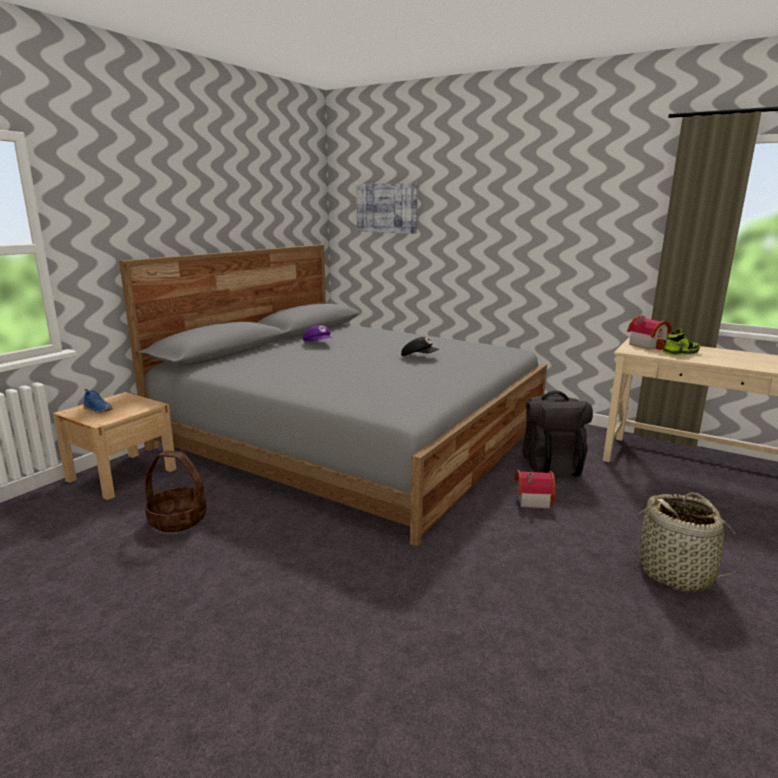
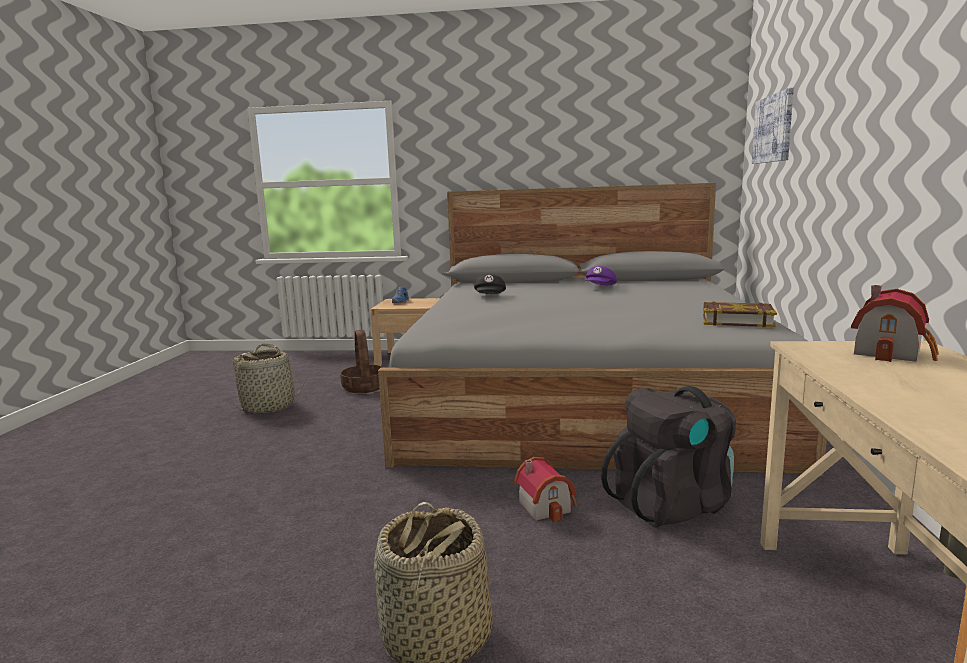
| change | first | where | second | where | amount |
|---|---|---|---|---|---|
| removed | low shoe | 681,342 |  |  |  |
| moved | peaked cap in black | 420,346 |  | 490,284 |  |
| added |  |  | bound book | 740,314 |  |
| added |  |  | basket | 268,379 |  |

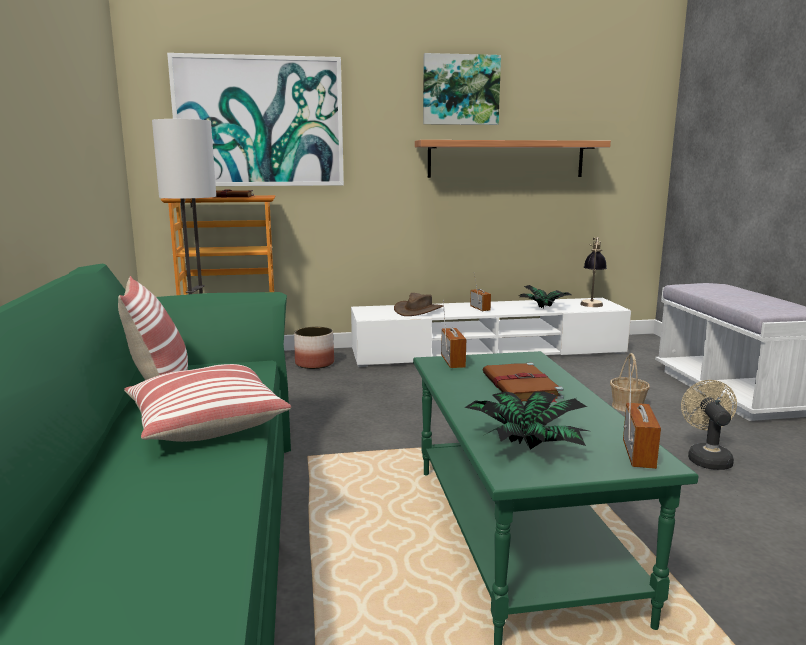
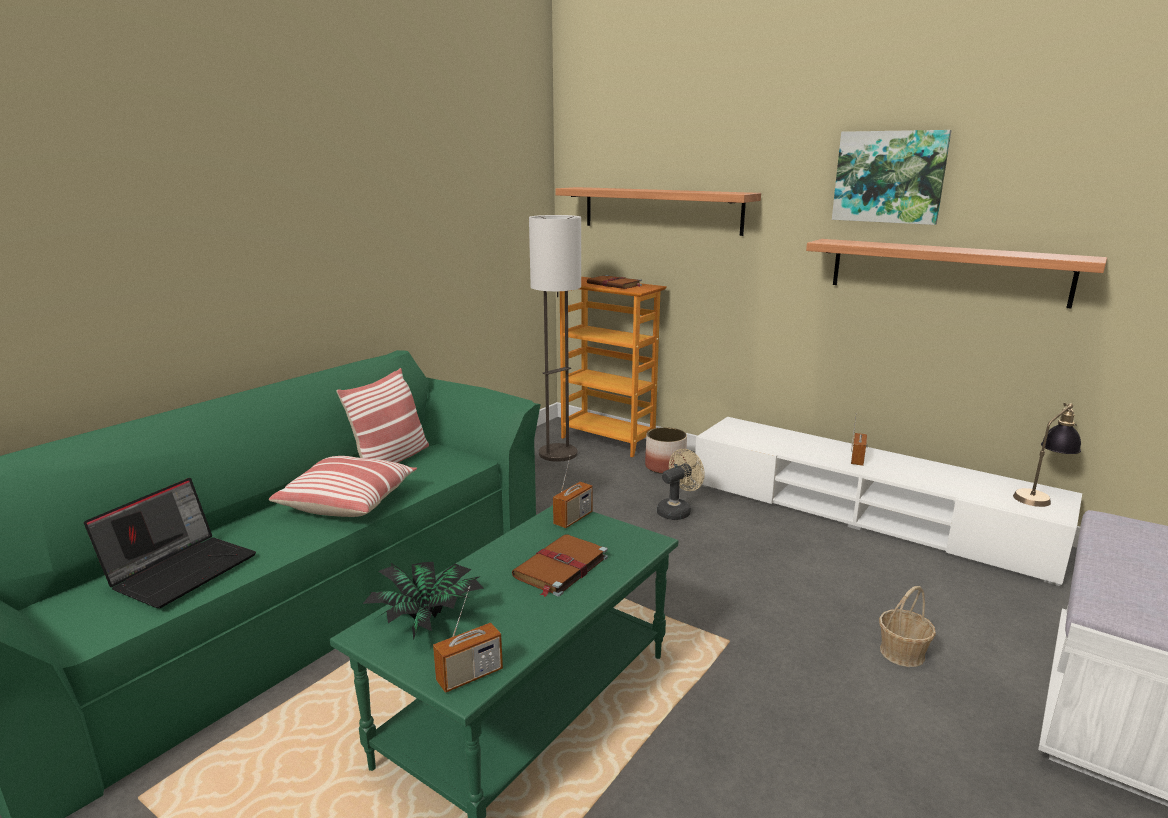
| change | first | where | second | where | amount |
|---|---|---|---|---|---|
| replaced | picture | 255,119 | wall shelf | 658,211 |  |
| removed | plant in a pot | 545,296 |  |  |  |
| removed | clothing hat in brown | 418,304 |  |  |  |
| moved | fan in beige-coloured | 709,425 |  | 681,484 |  |
| added |  |  | notebook computer | 170,543 |  |

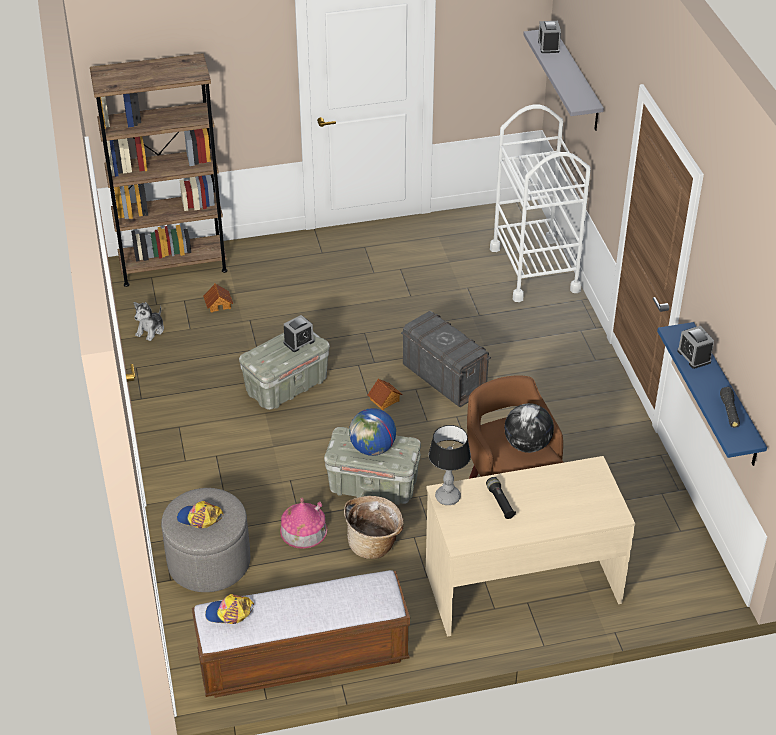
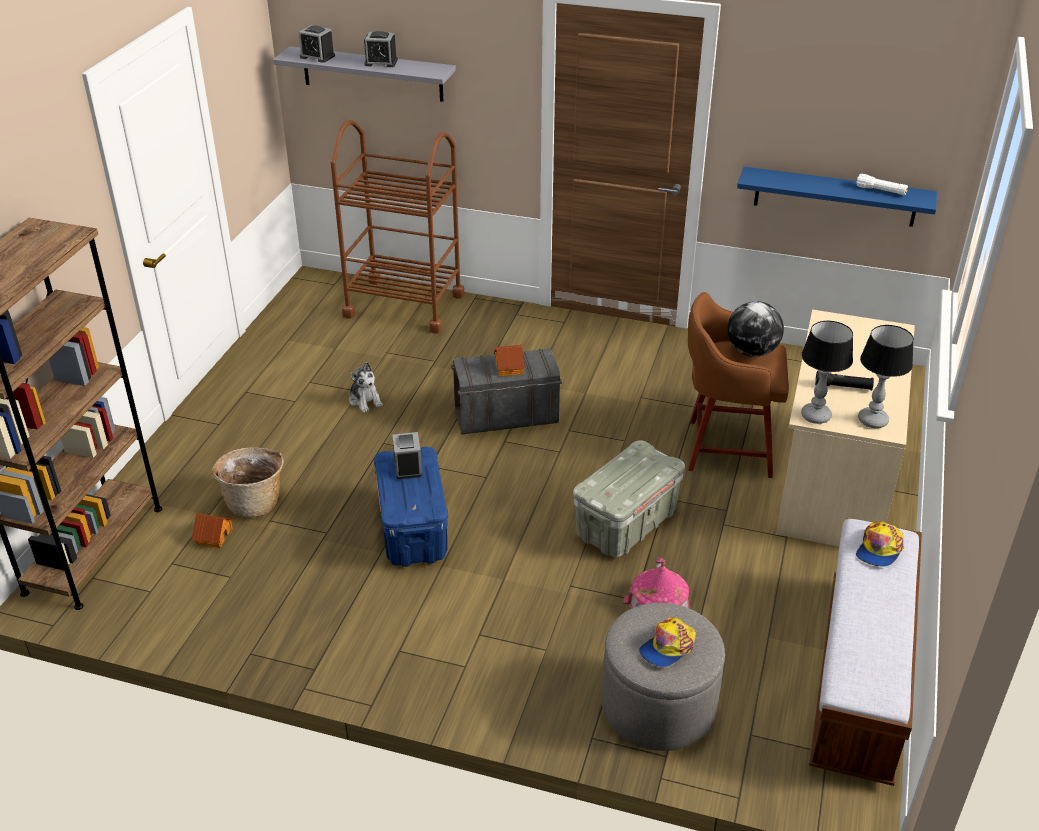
| change | first | where | second | where | amount |
|---|---|---|---|---|---|
| recoloured | cart in white-coloured | 540,203 | cart in brown | 397,227 |  |
| moved | plush toy | 149,321 |  | 366,387 |  |
| moved | bedside clock | 695,347 |  | 381,49 |  |
| recoloured | storage container in grey | 284,371 | storage container in blue-coloured | 411,507 |  |
| moved | toy house | 385,394 |  | 509,360 |  |
| recoloured | hand torch in black | 730,407 | hand torch in white-coloured | 882,184 |  |
| removed | desk globe | 372,432 |  |  |  |
| moved | basket | 374,527 |  | 248,482 |  |
| moved | peaked cap | 229,609 |  | 880,544 |  |
| added |  |  | table lamp | 886,376 |  |

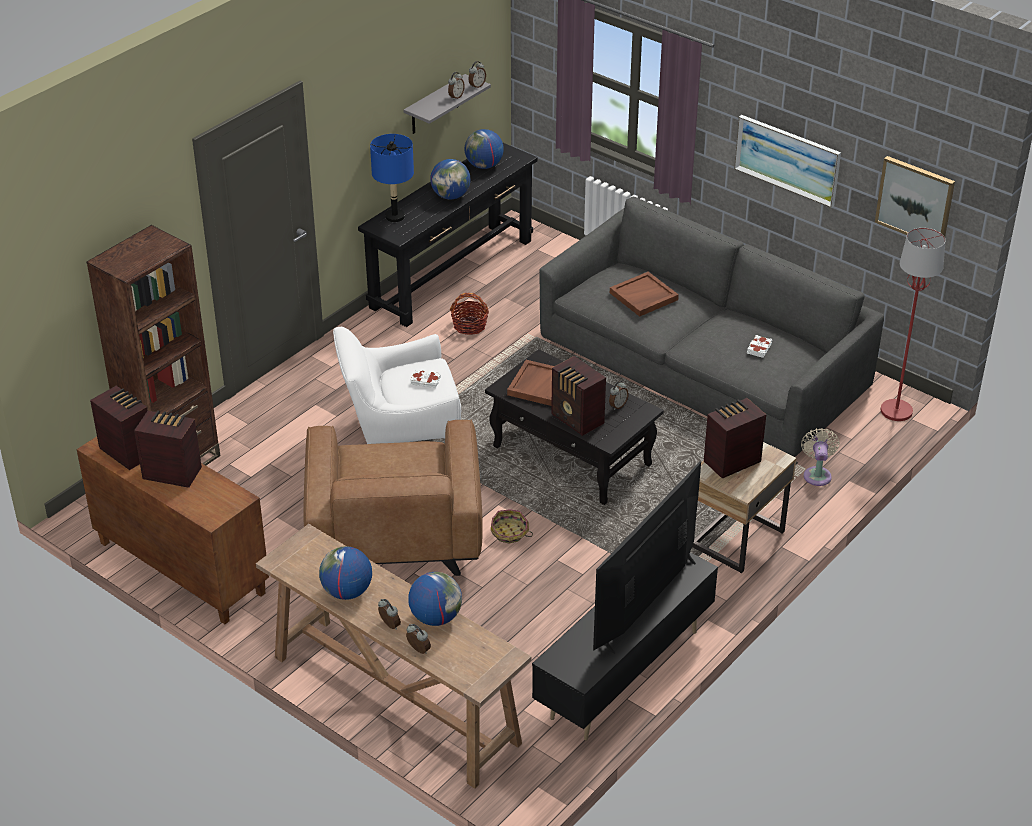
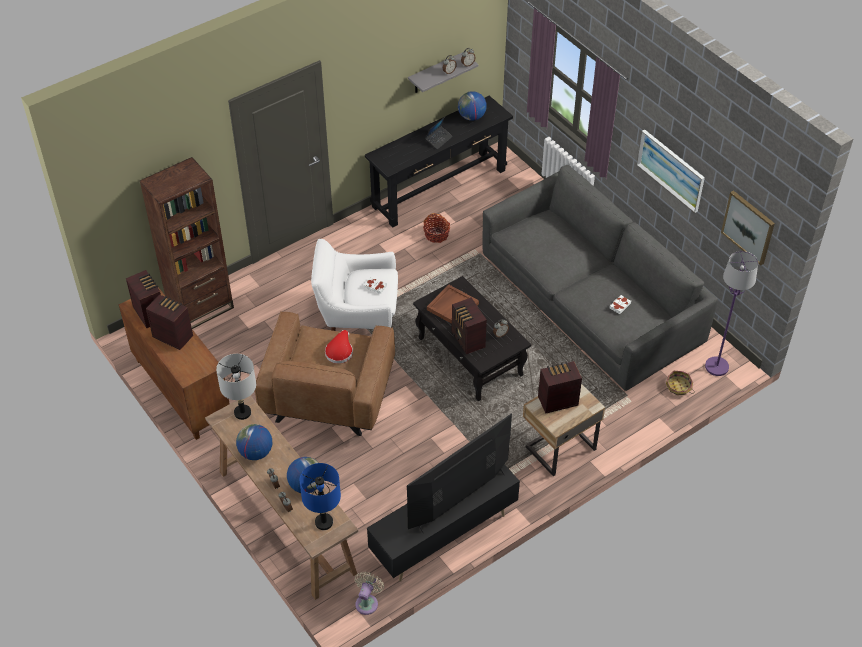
| change | first | where | second | where | amount |
|---|---|---|---|---|---|
| moved | table lamp in blue-coloured | 392,178 |  | 320,496 |  |
| replaced | desk globe | 450,179 | notebook computer | 439,133 |  |
| recoloured | standard lamp in red-coloured | 913,324 | standard lamp in purple | 731,313 |  |
| removed | tray in brown | 644,294 |  |  |  |
| moved | fan in beige-coloured | 820,457 |  | 369,593 |  |
| moved | basket | 512,526 |  | 680,383 |  |
| added |  |  | clothing hat in red-coloured | 339,347 |  |
| added |  |  | table lamp in grey | 236,387 |  |

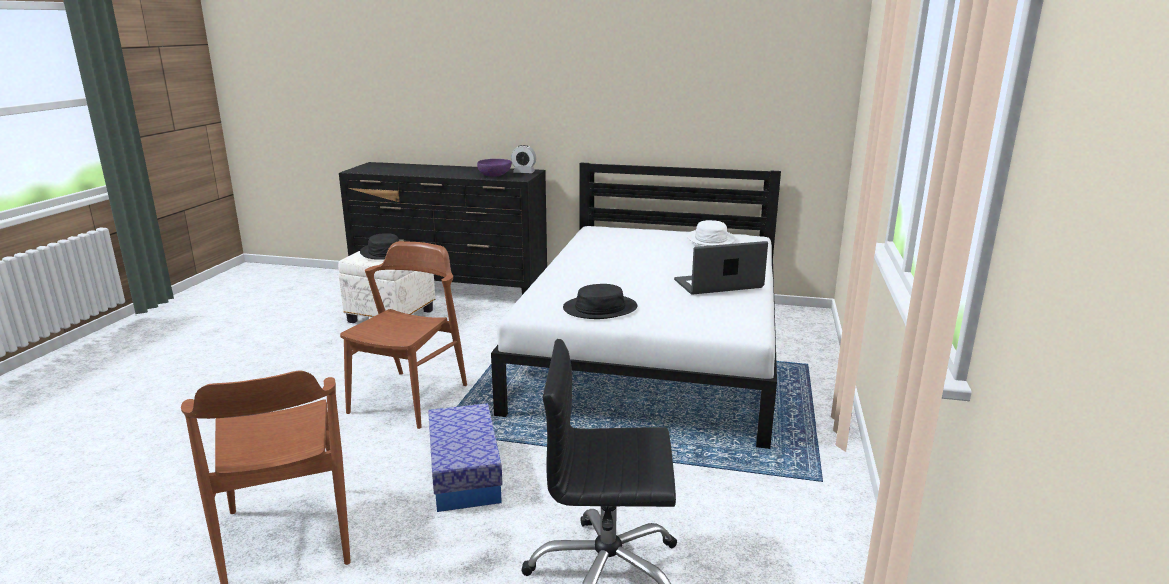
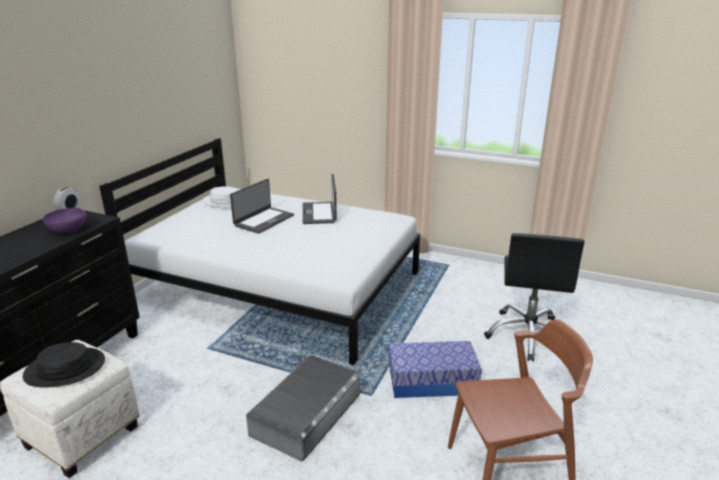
| change | first | where | second | where | amount |
|---|---|---|---|---|---|
| replaced | plain chair in brown | 403,335 | storage container in grey | 303,408 |  |
| removed | clothing hat in black | 600,301 |  |  |  |
| added |  |  | notebook computer | 262,206 |  |

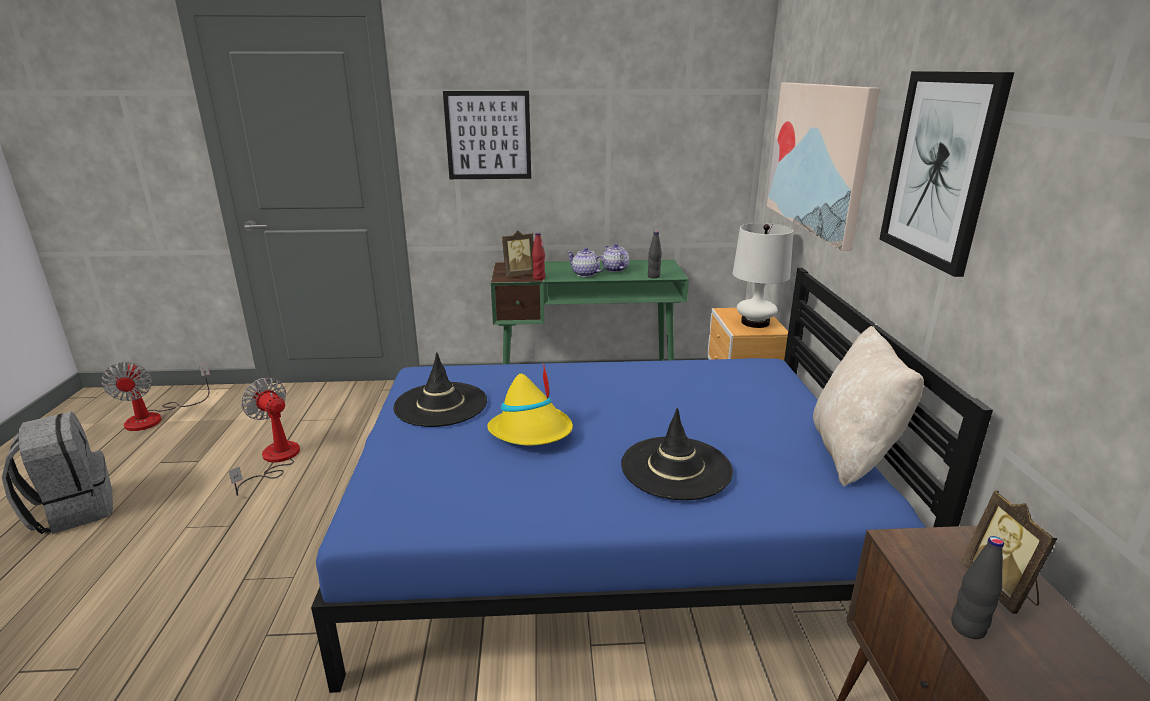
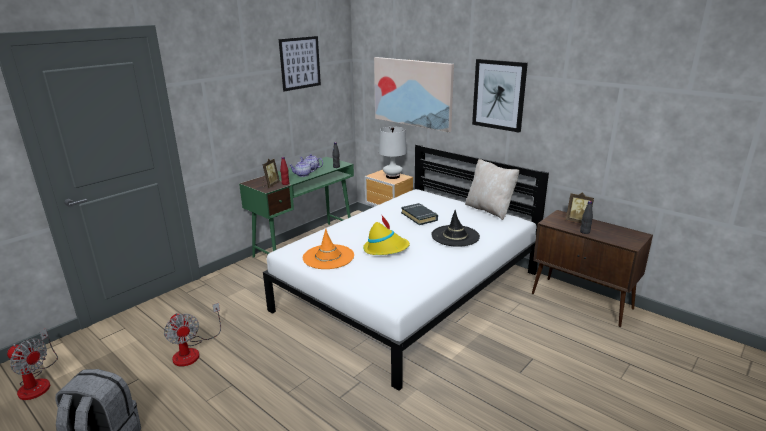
| change | first | where | second | where | amount |
|---|---|---|---|---|---|
| moved | picture | 487,135 |  | 300,63 |  |
| recoloured | bed in blue-coloured | 652,480 | bed in white-coloured | 406,267 |  |
| recoloured | clothing hat in black | 440,389 | clothing hat in orange | 328,248 |  |
| turned | fan | 264,437 |  | 192,334 | 120 degrees counterclockwise |
| added |  |  | bound book in black | 419,214 |  |

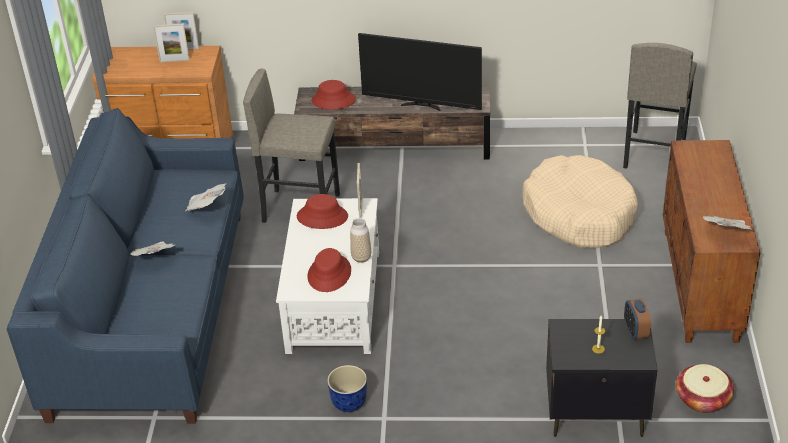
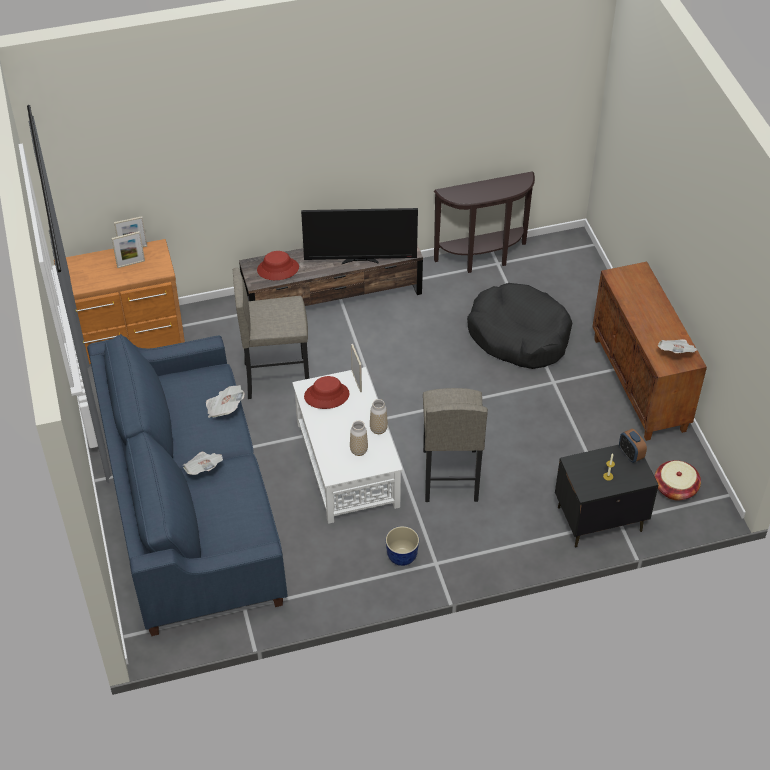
| change | first | where | second | where | amount |
|---|---|---|---|---|---|
| moved | stool in grey | 660,106 |  | 455,445 |  |
| recoloured | dog cushion in beige-coloured | 580,201 | dog cushion in black | 519,326 |  |
| replaced | clothing hat in red-coloured | 329,270 | decorative vase | 359,438 |  |
| added |  |  | narrow table in brown | 484,222 |  |

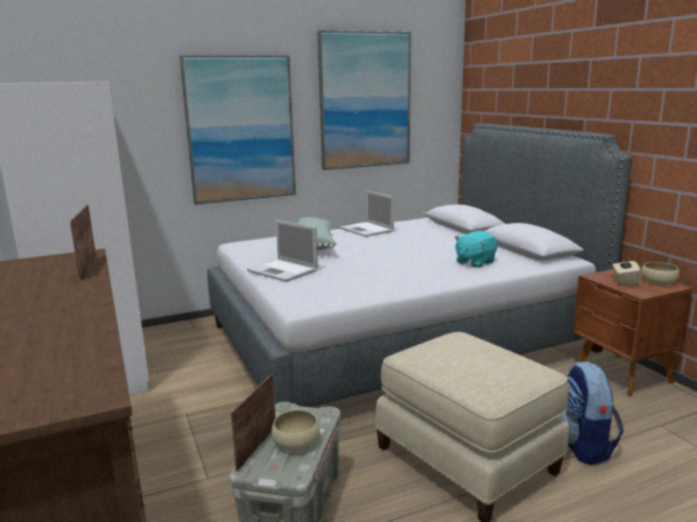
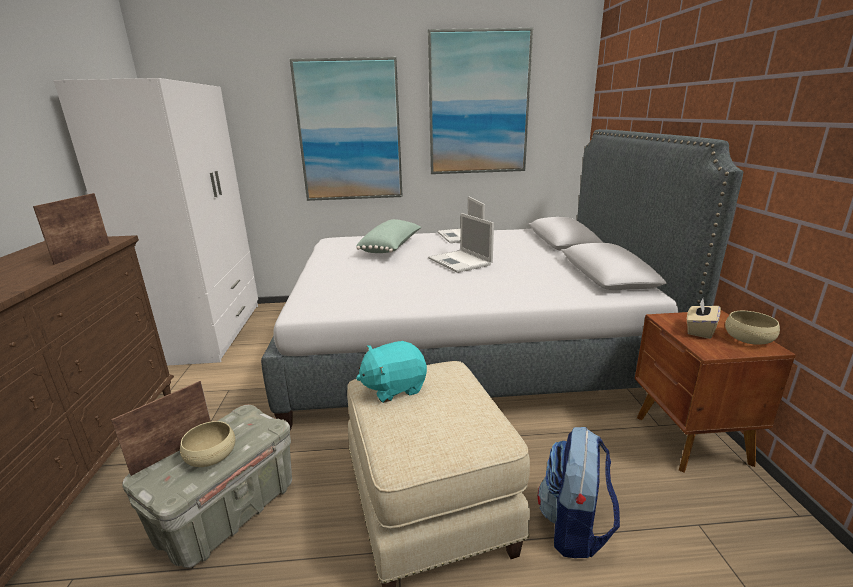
| change | first | where | second | where | amount |
|---|---|---|---|---|---|
| moved | notebook computer | 282,251 |  | 461,243 |  |
| moved | plush toy in blue-green | 476,249 |  | 391,372 |  |

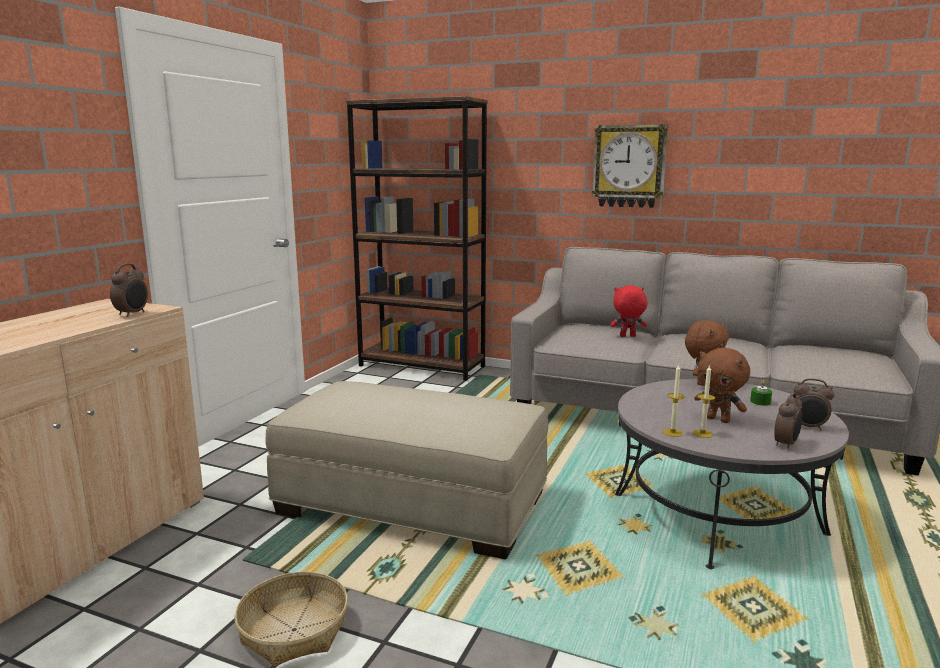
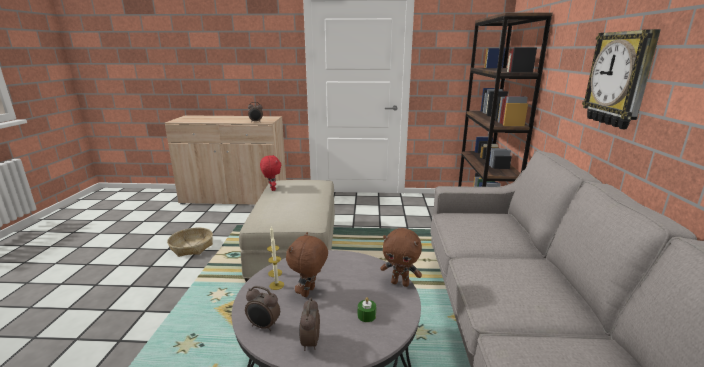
| change | first | where | second | where | amount |
|---|---|---|---|---|---|
| moved | plush toy in red-coloured | 628,311 |  | 270,173 |  |

